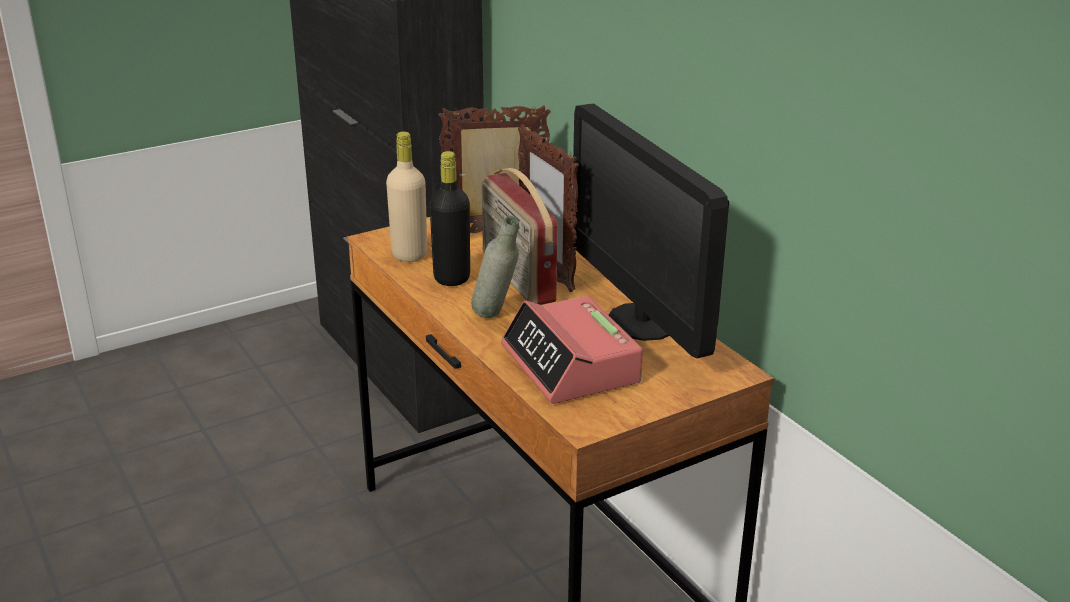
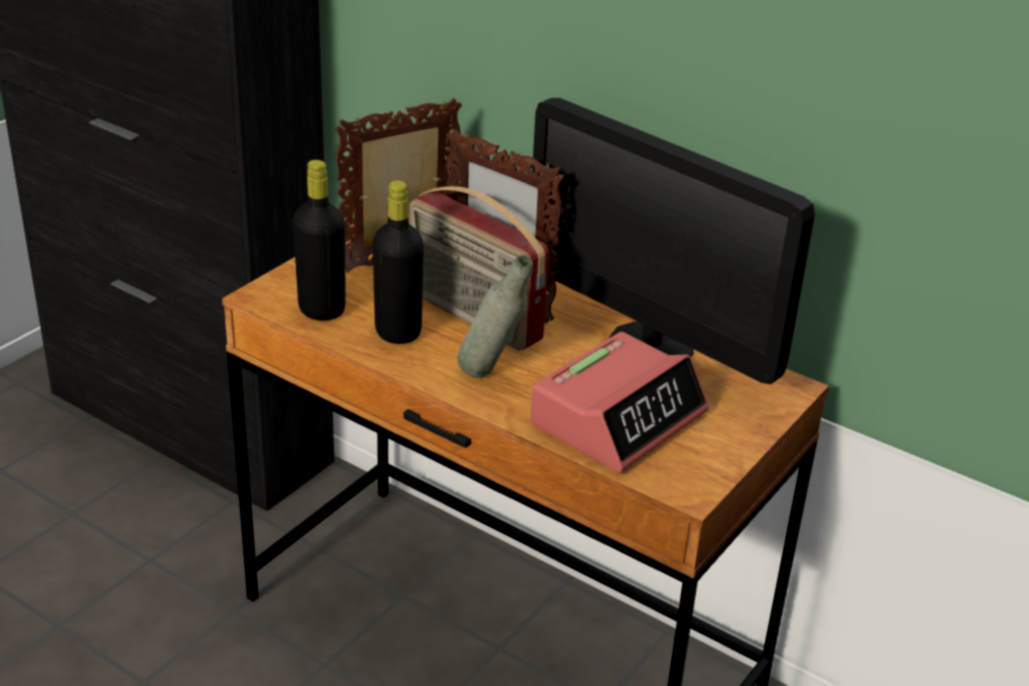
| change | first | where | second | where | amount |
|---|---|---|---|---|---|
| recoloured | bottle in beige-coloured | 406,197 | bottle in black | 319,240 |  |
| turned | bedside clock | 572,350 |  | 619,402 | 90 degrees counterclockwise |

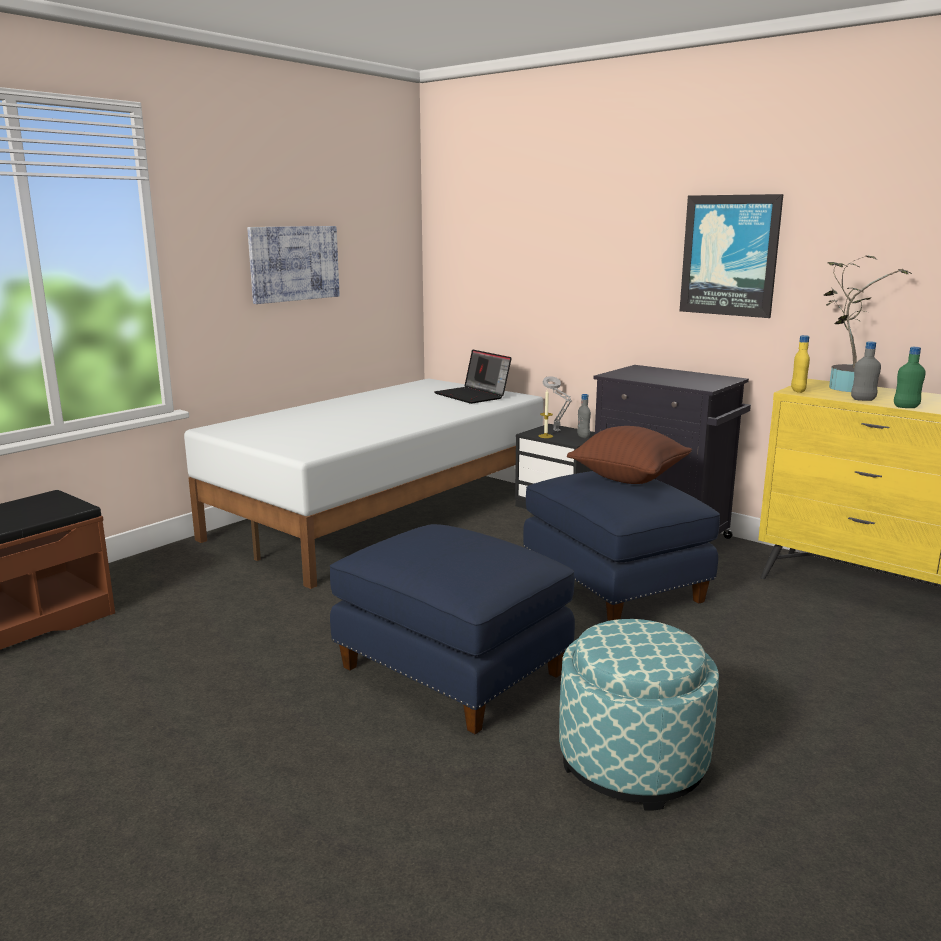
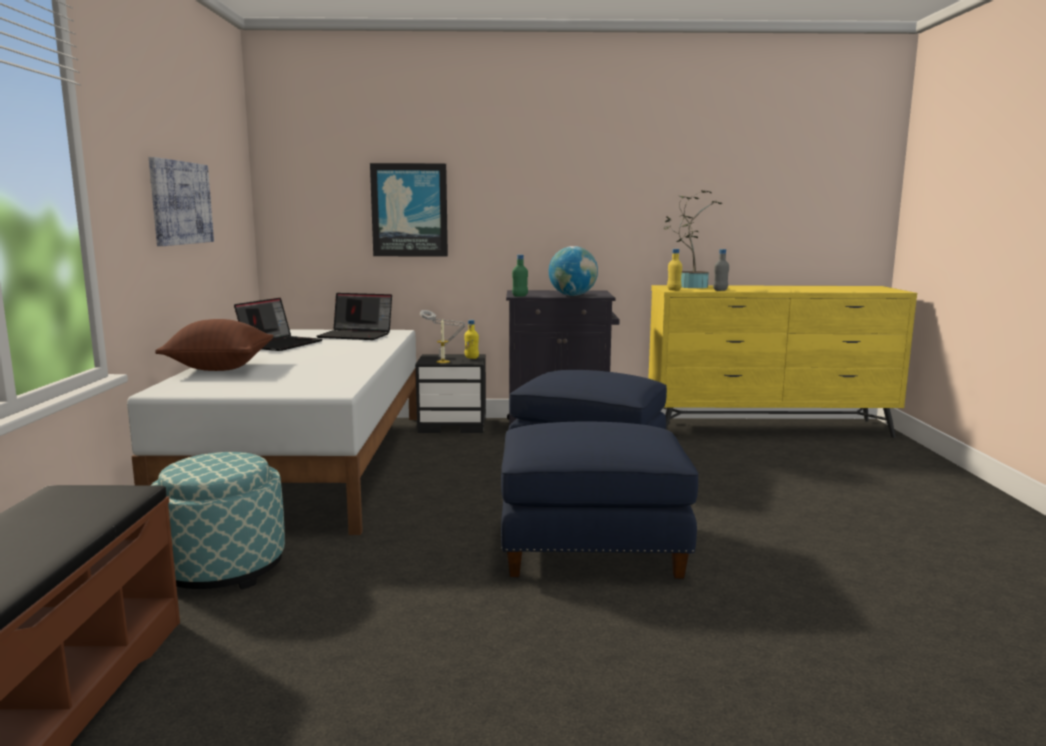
| change | first | where | second | where | amount |
|---|---|---|---|---|---|
| moved | picture | 731,256 |  | 409,210 |  |
| moved | bottle in green | 910,377 |  | 520,275 |  |
| recoloured | bottle in grey | 584,416 | bottle in yellowish | 471,339 |  |
| moved | throw pillow in brown | 629,455 |  | 214,345 |  |
| moved | ottoman | 639,714 |  | 218,521 |  |
| added |  |  | desk globe | 573,271 |  |
| added |  |  | notebook computer | 278,324 |  |

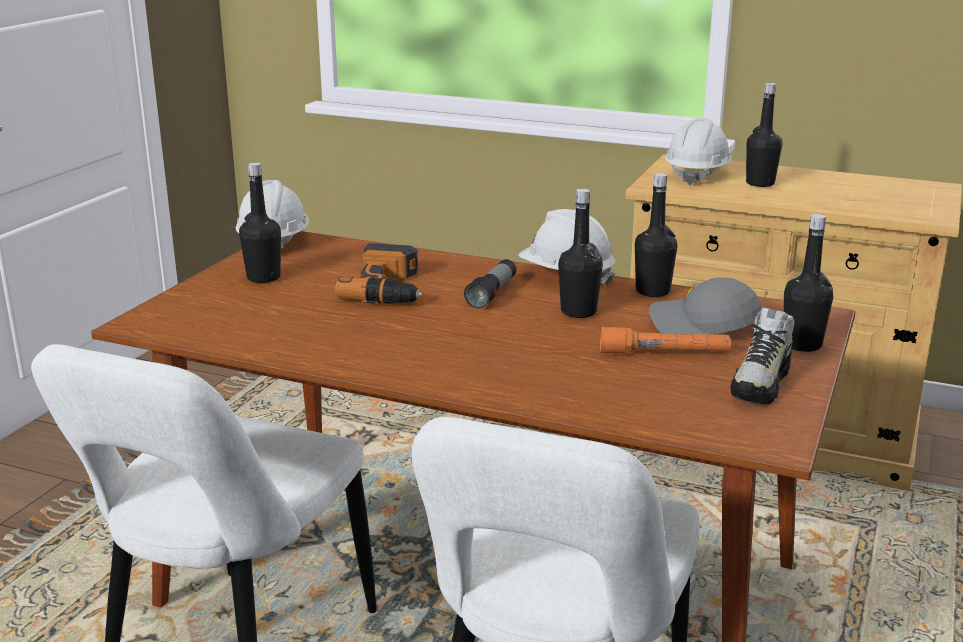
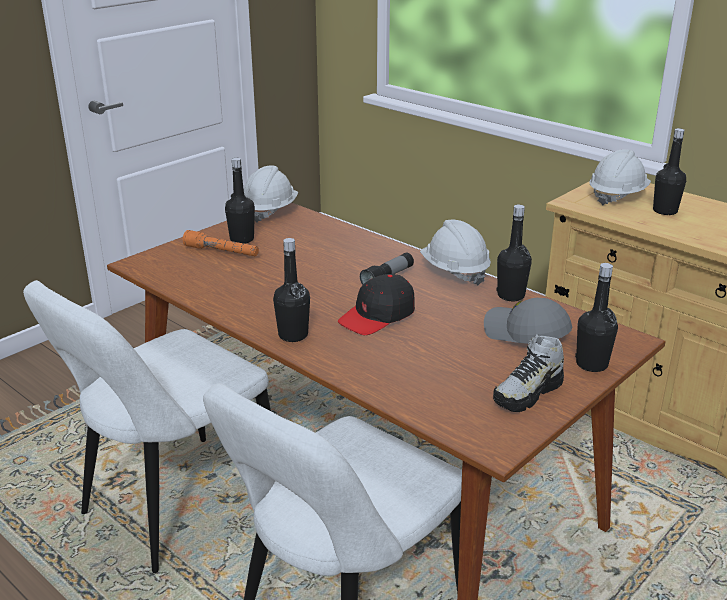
| change | first | where | second | where | amount |
|---|---|---|---|---|---|
| moved | bottle in black | 580,253 |  | 291,290 |  |
| removed | electric drill | 378,273 |  |  |  |
| moved | hand torch in orange | 665,340 |  | 221,243 |  |
| added |  |  | peaked cap in black | 376,304 |  |

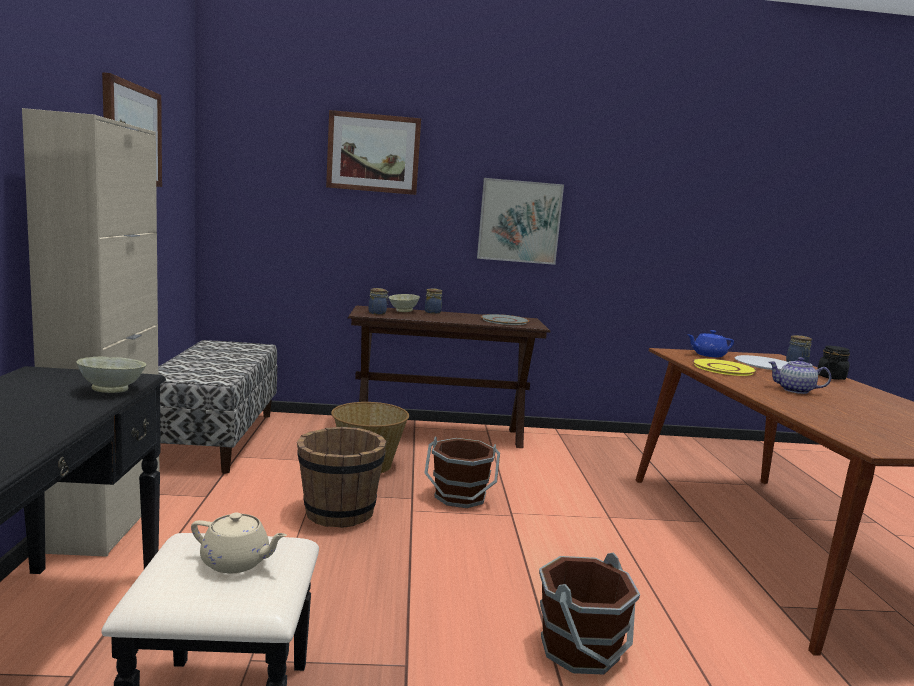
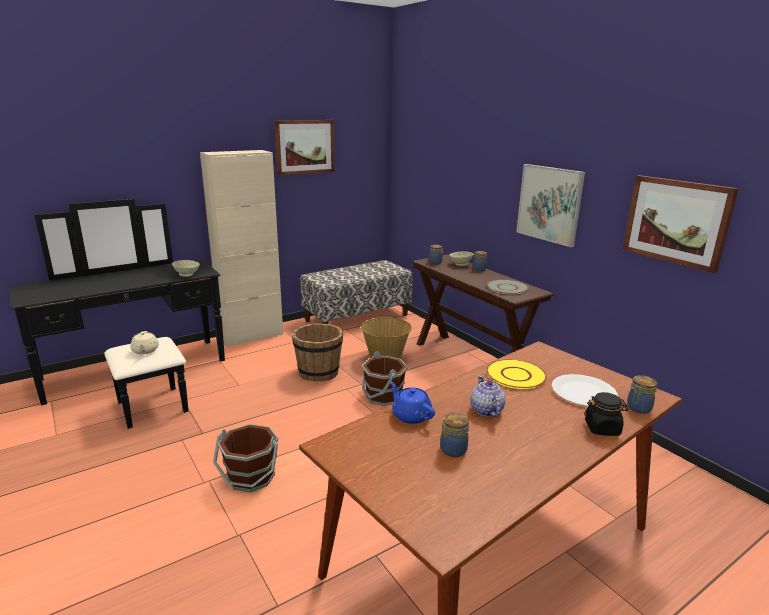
| change | first | where | second | where | amount |
|---|---|---|---|---|---|
| moved | picture | 373,152 |  | 681,224 |  |
| moved | pot for tea in blue-coloured | 710,343 |  | 412,403 |  |
| added |  |  | jar | 454,435 |  |

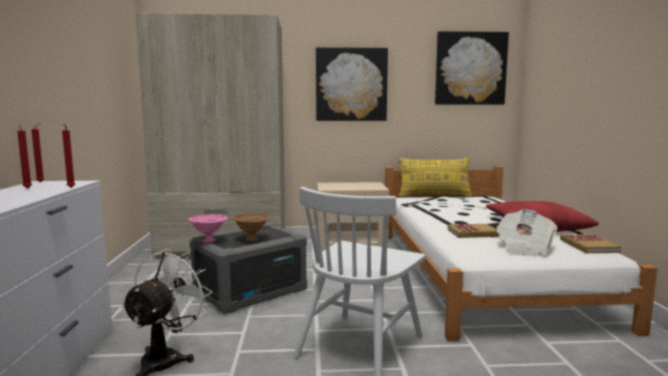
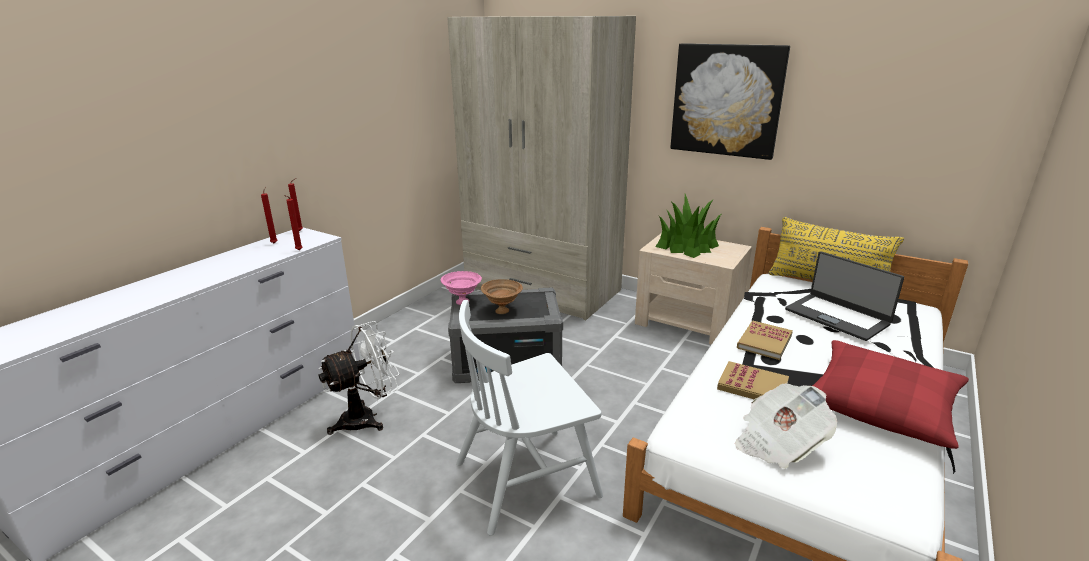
| change | first | where | second | where | amount |
|---|---|---|---|---|---|
| removed | picture | 472,68 |  |  |  |
| moved | bound book | 591,243 |  | 765,340 |  |
| added |  |  | plant in a pot | 688,226 |  |
| added |  |  | notebook computer | 844,296 |  |

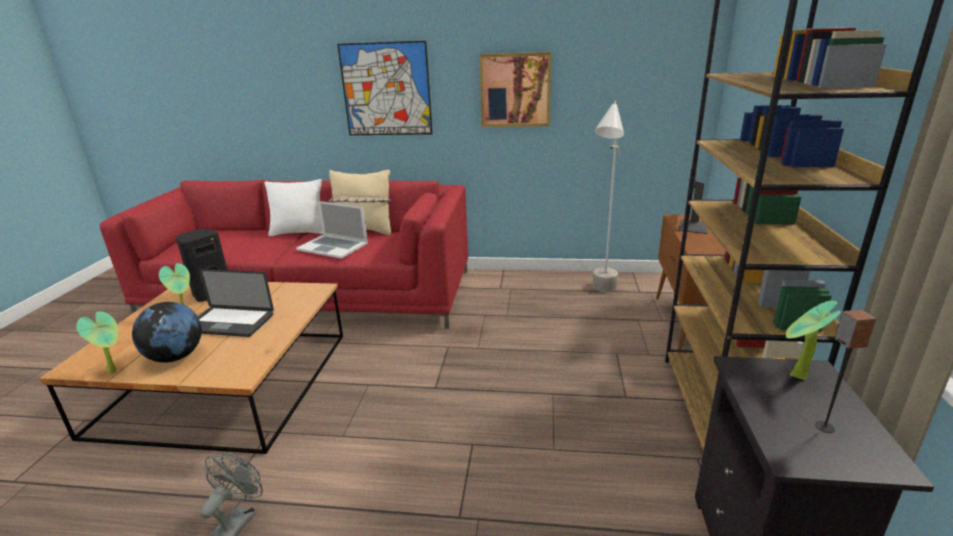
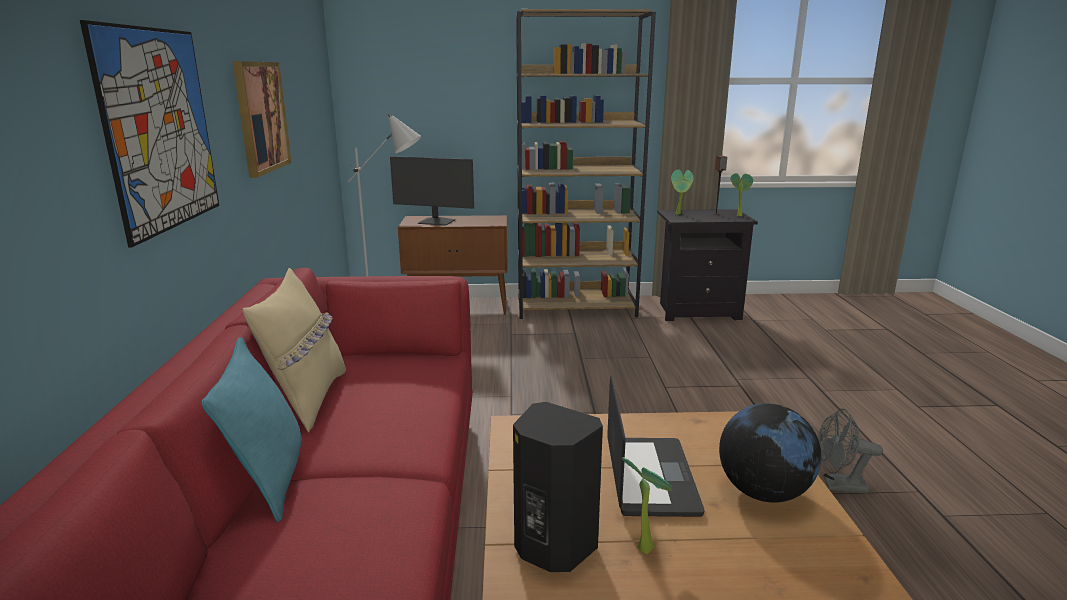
| change | first | where | second | where | amount |
|---|---|---|---|---|---|
| recoloured | throw pillow in white-coloured | 294,207 | throw pillow in blue-green | 251,429 |  |
| removed | notebook computer | 332,230 |  |  |  |
| moved | plant in a pot | 97,342 |  | 742,195 |  |

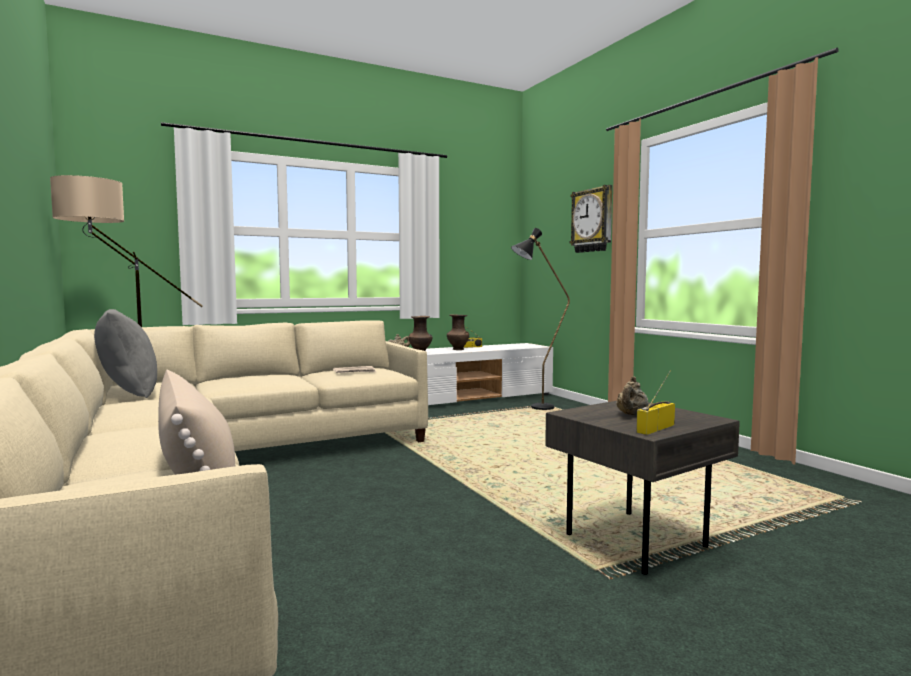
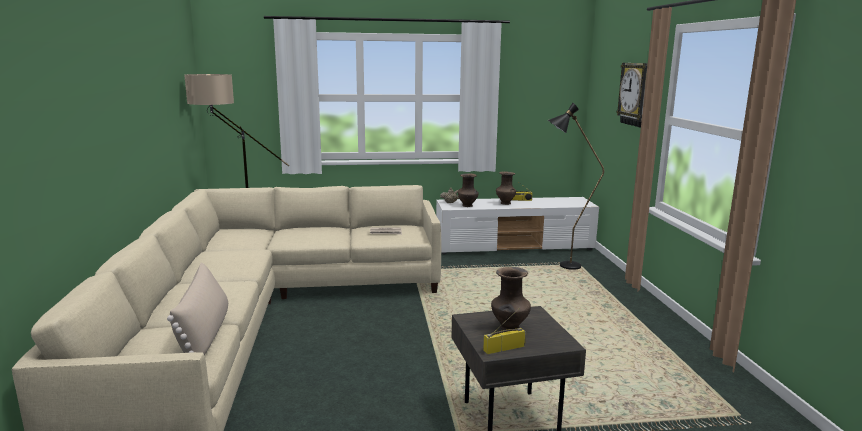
| change | first | where | second | where | amount |
|---|---|---|---|---|---|
| removed | throw pillow in grey | 125,353 |  |  |  |
| replaced | pot for tea in beige-coloured | 632,396 | decorative vase in brown | 511,298 |  |

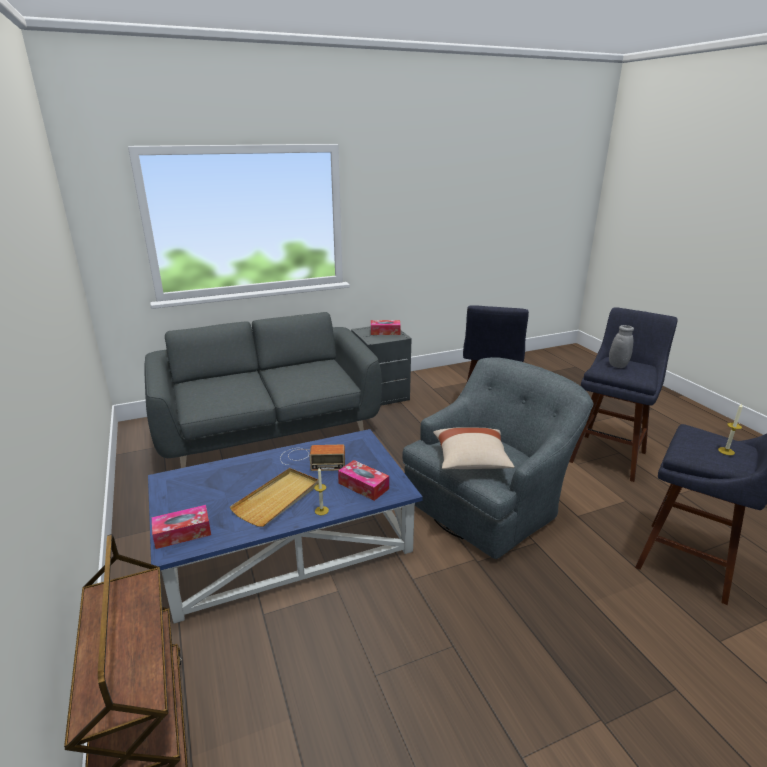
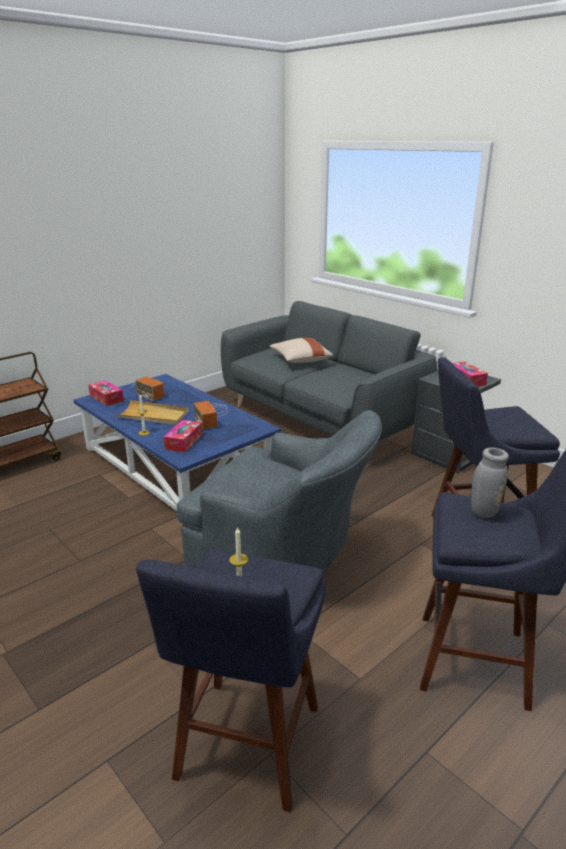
| change | first | where | second | where | amount |
|---|---|---|---|---|---|
| moved | throw pillow in beige-coloured | 474,448 |  | 301,350 |  |
| added |  |  | radio receiver | 148,388 |  |

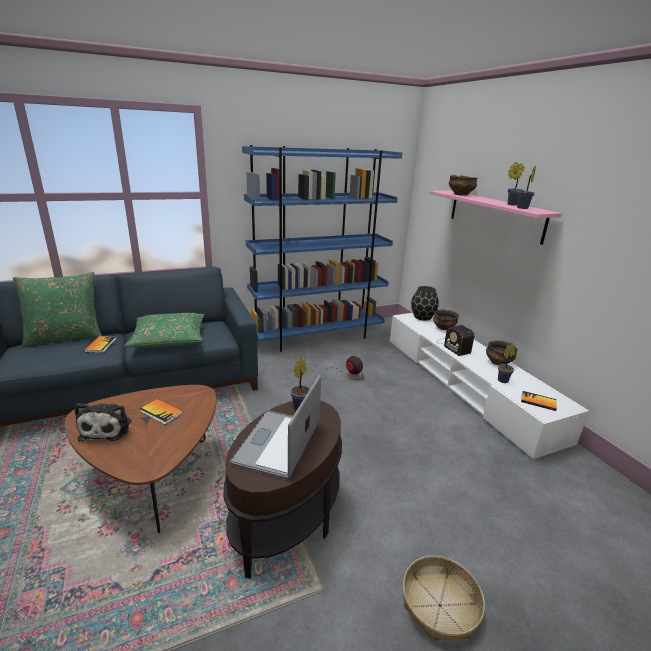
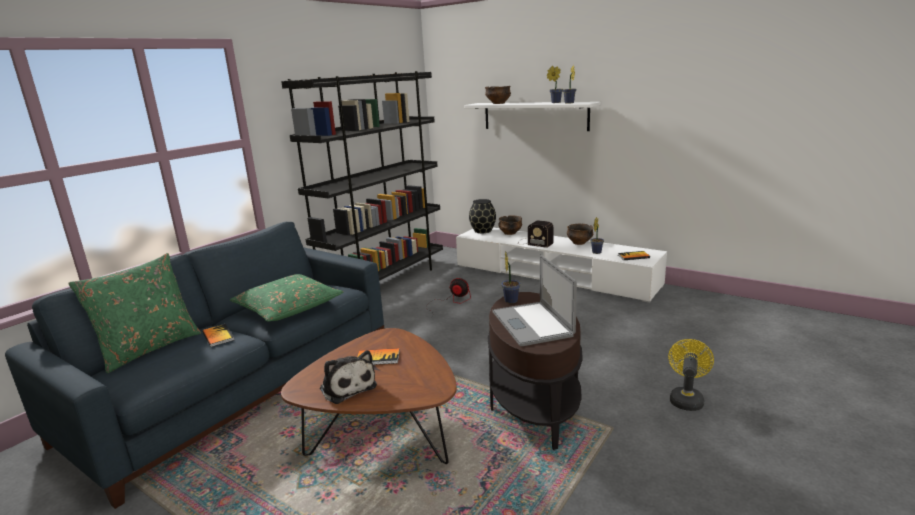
| change | first | where | second | where | amount |
|---|---|---|---|---|---|
| recoloured | bookcase in blue-coloured | 322,248 | bookcase in black | 362,176 |  |
| recoloured | wall shelf in pinkish | 495,217 | wall shelf in white-coloured | 532,116 |  |
| replaced | basket | 444,598 | fan in yellowish | 691,375 |  |

